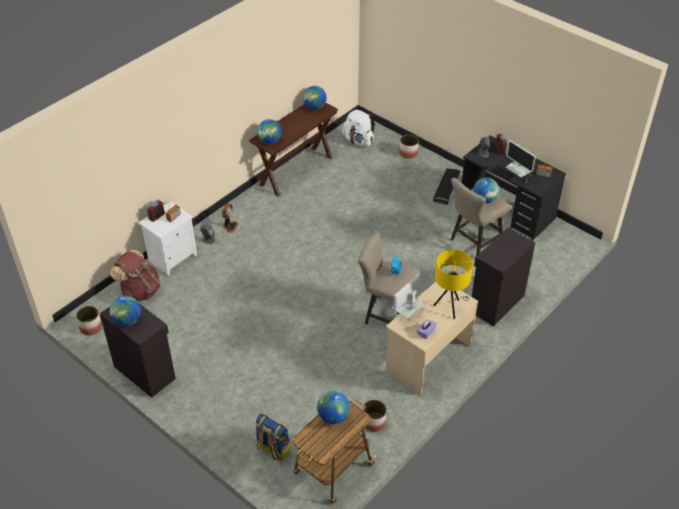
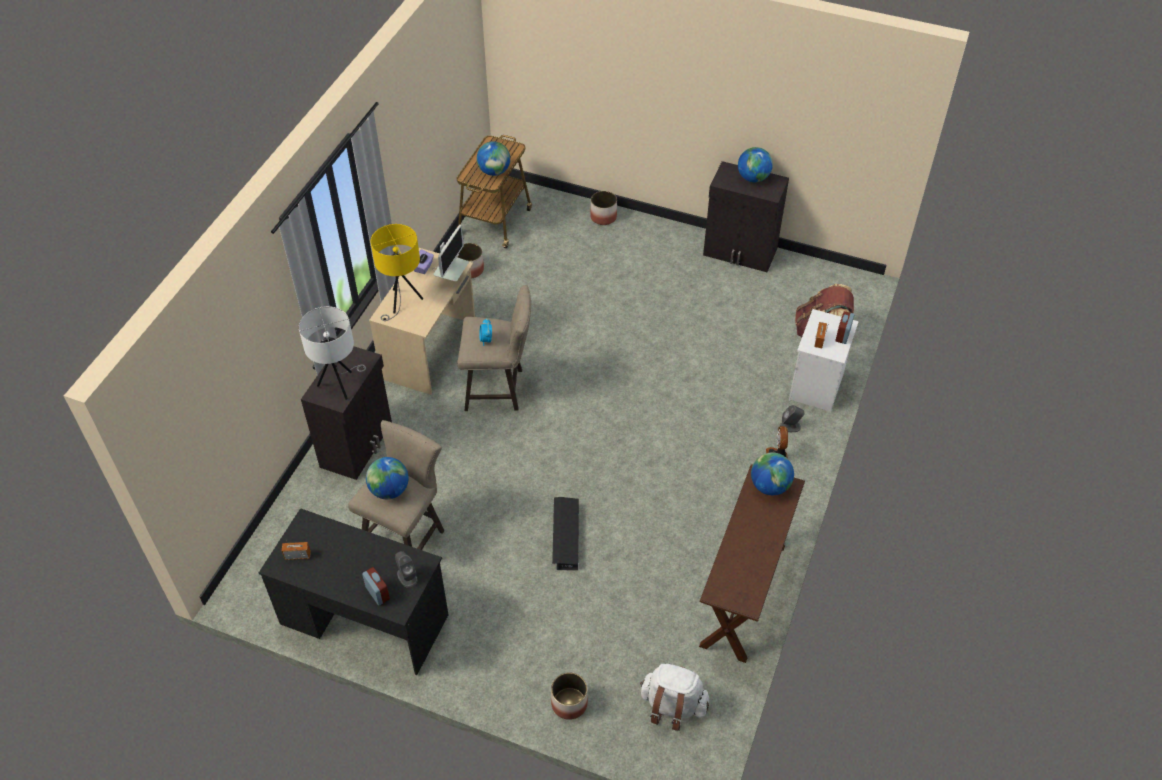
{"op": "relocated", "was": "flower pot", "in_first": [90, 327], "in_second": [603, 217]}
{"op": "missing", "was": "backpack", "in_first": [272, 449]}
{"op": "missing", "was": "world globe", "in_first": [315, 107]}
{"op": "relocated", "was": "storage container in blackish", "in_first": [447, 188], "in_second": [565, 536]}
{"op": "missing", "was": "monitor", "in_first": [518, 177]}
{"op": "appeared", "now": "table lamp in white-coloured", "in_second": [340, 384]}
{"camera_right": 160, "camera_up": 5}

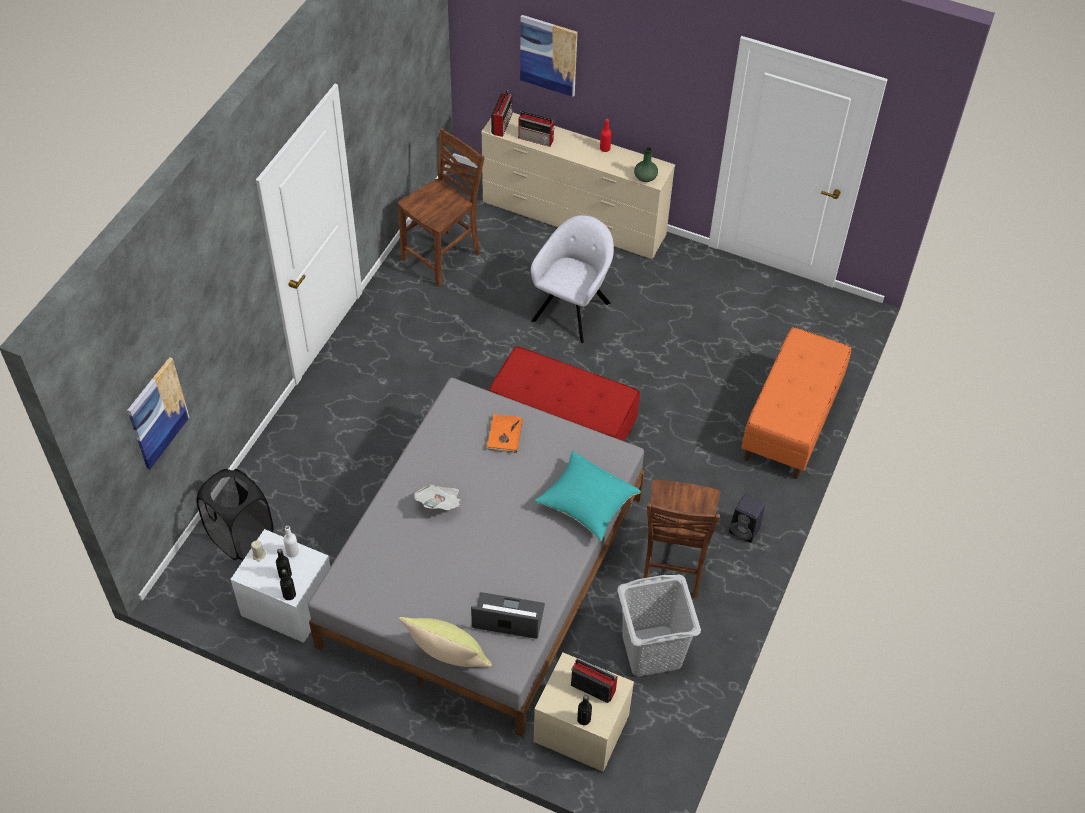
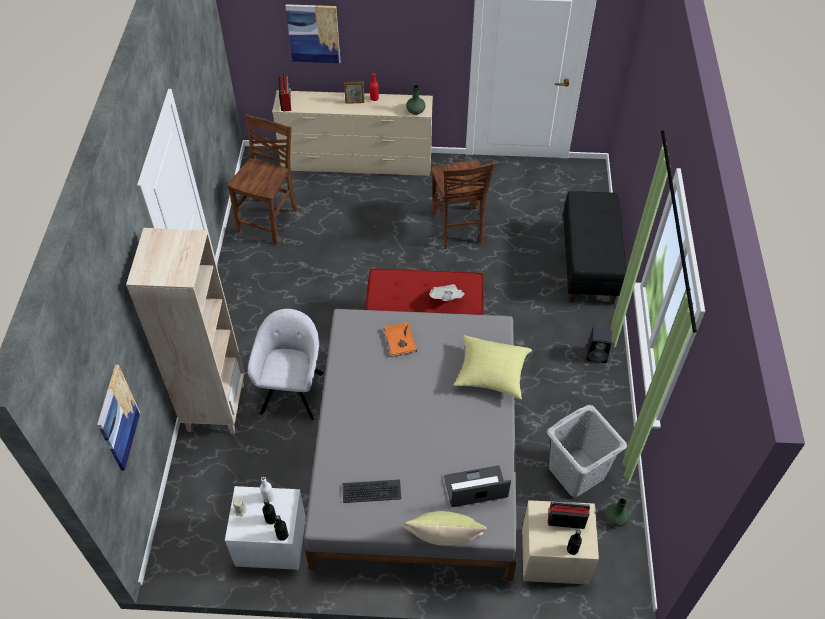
{"op": "missing", "was": "hamper in blackish", "in_first": [241, 537]}
{"op": "relocated", "was": "printed paper", "in_first": [440, 504], "in_second": [447, 298]}
{"op": "missing", "was": "radio set", "in_first": [537, 139]}
{"op": "relocated", "was": "easy chair in grey", "in_first": [572, 309], "in_second": [292, 390]}
{"op": "colour", "was": "cushion in blue-green", "now": "cushion in yellow-coloured", "in_first": [585, 504], "in_second": [490, 374]}
{"op": "relocated", "was": "plain chair in brown", "in_first": [673, 565], "in_second": [458, 229]}
{"op": "colour", "was": "bench in orange", "now": "bench in blackish", "in_first": [791, 422], "in_second": [589, 264]}
{"op": "appeared", "now": "bookshelf in beige-coloured", "in_second": [215, 407]}
{"op": "appeared", "now": "PC keyboard", "in_second": [371, 492]}
{"op": "appeared", "now": "picture frame", "in_second": [355, 102]}
{"op": "appeared", "now": "flower vase in green", "in_second": [615, 518]}
{"camera_right": -20, "camera_up": 0}

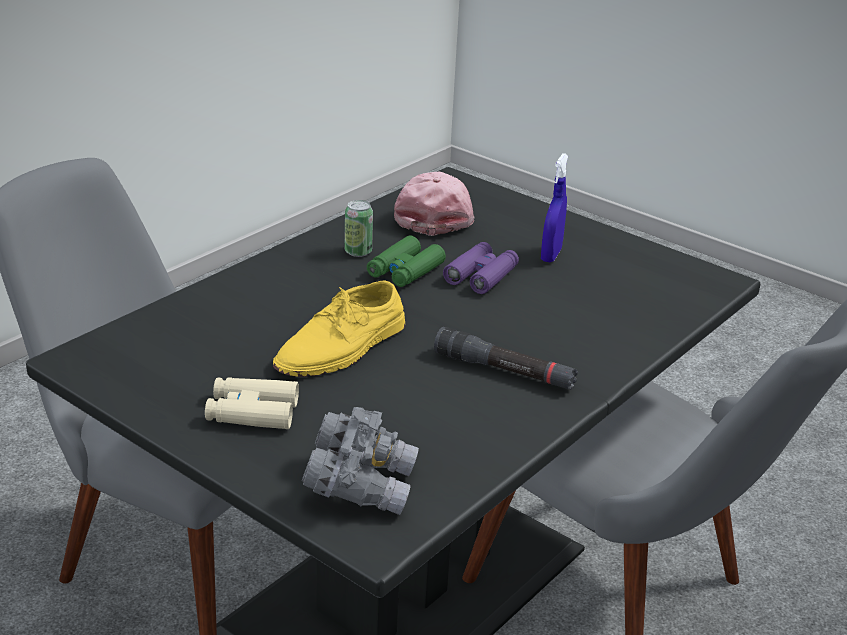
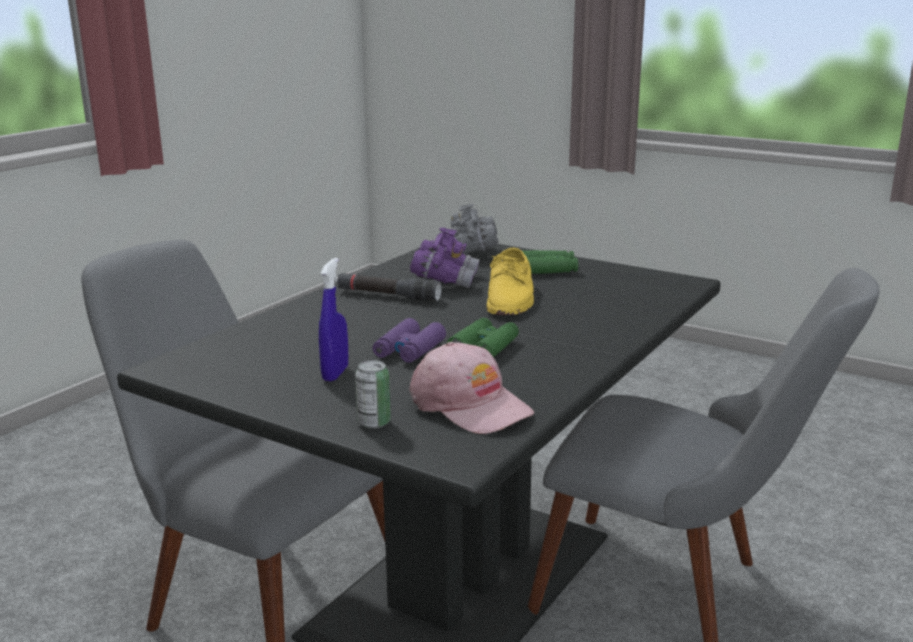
{"op": "colour", "was": "field glasses in beige-coloured", "now": "field glasses in green", "in_first": [252, 412], "in_second": [549, 269]}
{"op": "spun", "was": "low shoe in yellow-coloured", "in_first": [342, 348], "in_second": [511, 298], "clockwise": 150}
{"op": "relocated", "was": "sealed can", "in_first": [358, 252], "in_second": [374, 423]}
{"op": "spun", "was": "cap in pinkish", "in_first": [435, 215], "in_second": [470, 405], "clockwise": -45}
{"op": "appeared", "now": "field glasses in purplish", "in_second": [445, 280]}
{"camera_right": 175, "camera_up": -10}

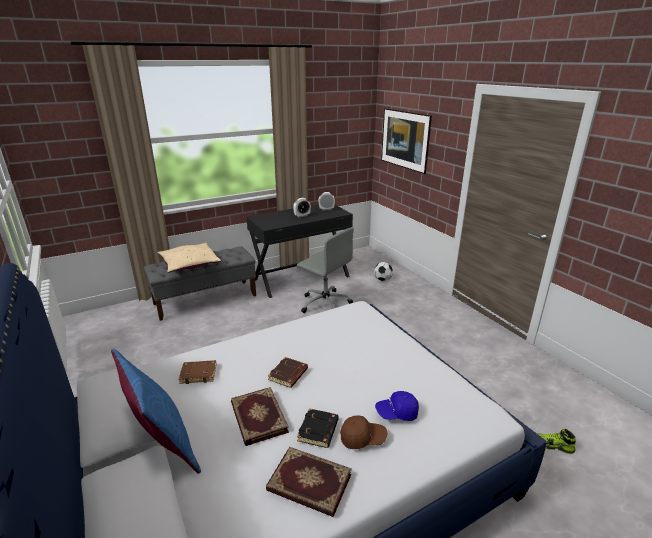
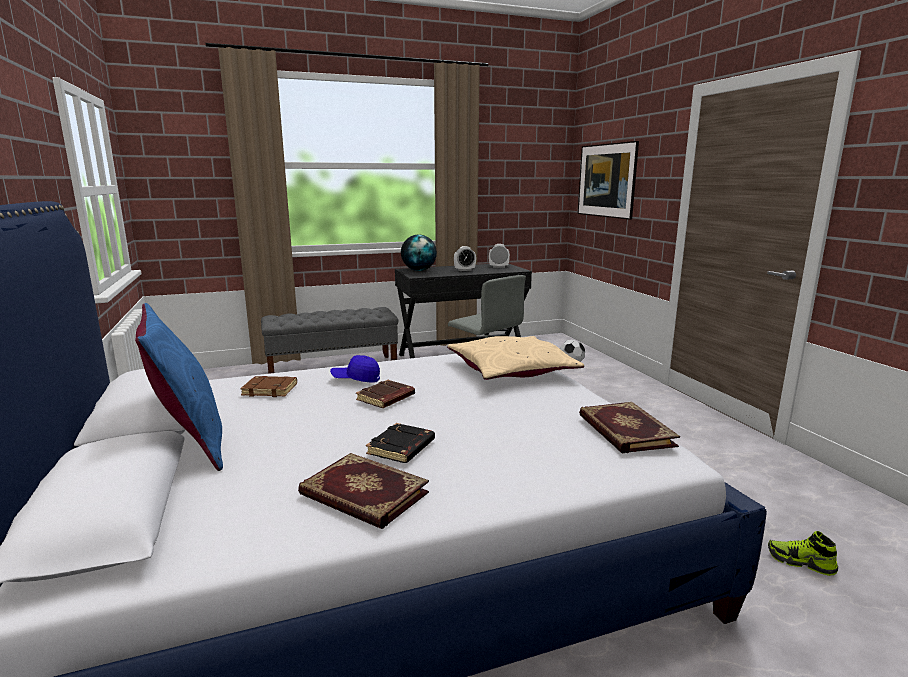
{"op": "relocated", "was": "cushion in beige-coloured", "in_first": [189, 263], "in_second": [511, 370]}
{"op": "relocated", "was": "volume", "in_first": [257, 417], "in_second": [624, 430]}
{"op": "missing", "was": "cap in brown", "in_first": [362, 438]}
{"op": "relocated", "was": "cap in bluish", "in_first": [396, 413], "in_second": [356, 379]}
{"op": "appeared", "now": "world globe", "in_second": [419, 270]}
{"camera_right": 10, "camera_up": -10}

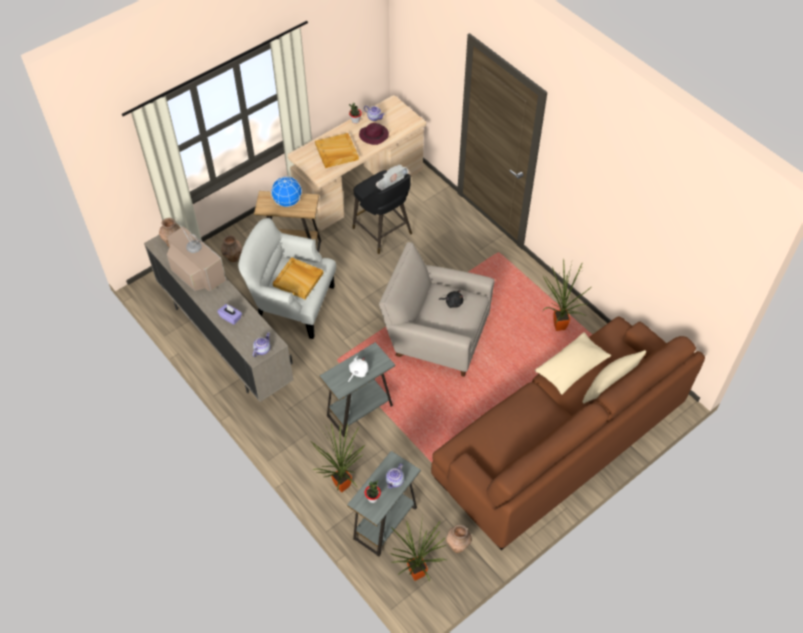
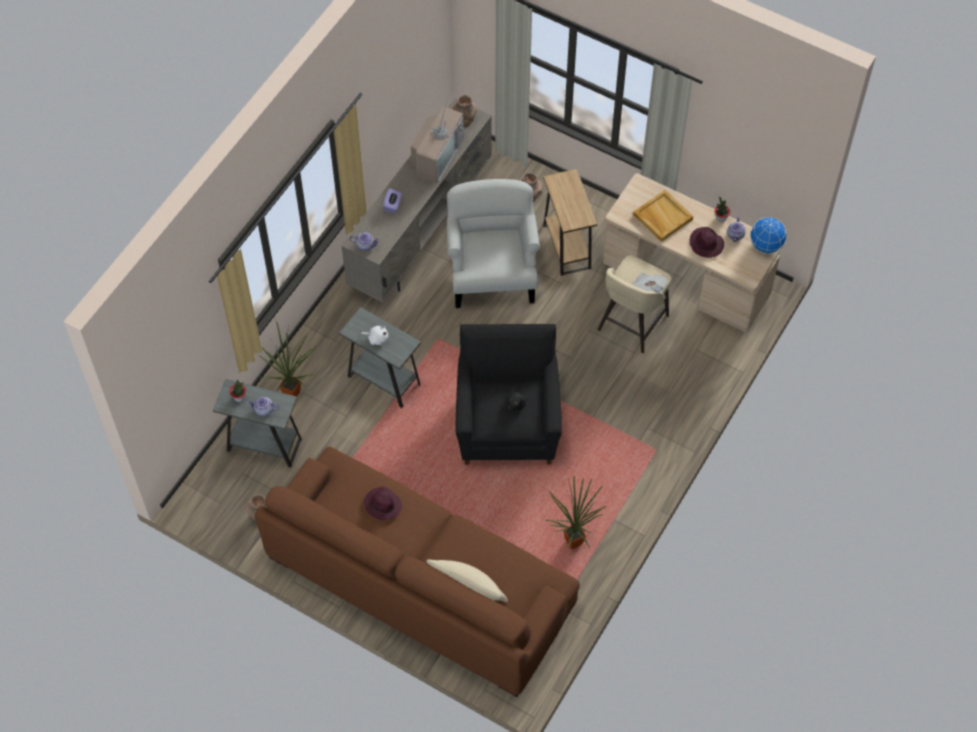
{"op": "relocated", "was": "world globe", "in_first": [287, 202], "in_second": [765, 245]}
{"op": "missing", "was": "carrying tray in beige-coloured", "in_first": [298, 279]}
{"op": "colour", "was": "stool seat in blackish", "now": "stool seat in beige-coloured", "in_first": [383, 232], "in_second": [631, 324]}
{"op": "colour", "was": "easy chair in beige-coloured", "now": "easy chair in blackish", "in_first": [435, 336], "in_second": [507, 421]}
{"op": "missing", "was": "plant in a pot", "in_first": [417, 576]}
{"op": "missing", "was": "cushion in beige-coloured", "in_first": [571, 368]}
{"op": "appeared", "now": "wearable hat in purplish", "in_second": [382, 505]}
{"camera_right": 70, "camera_up": 5}

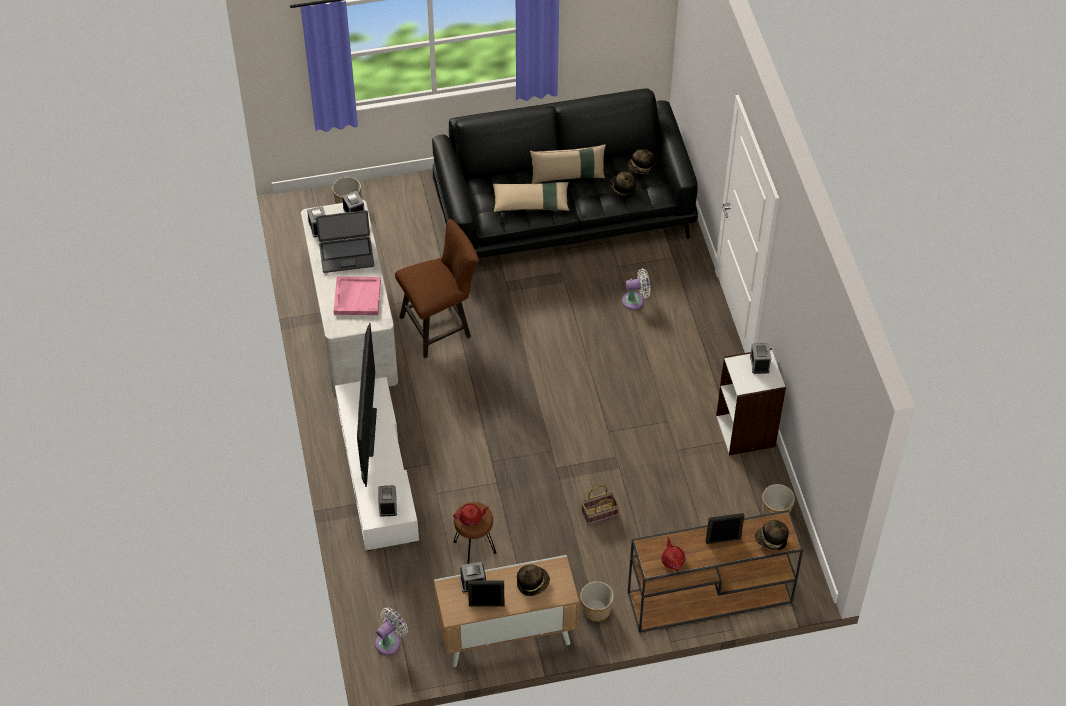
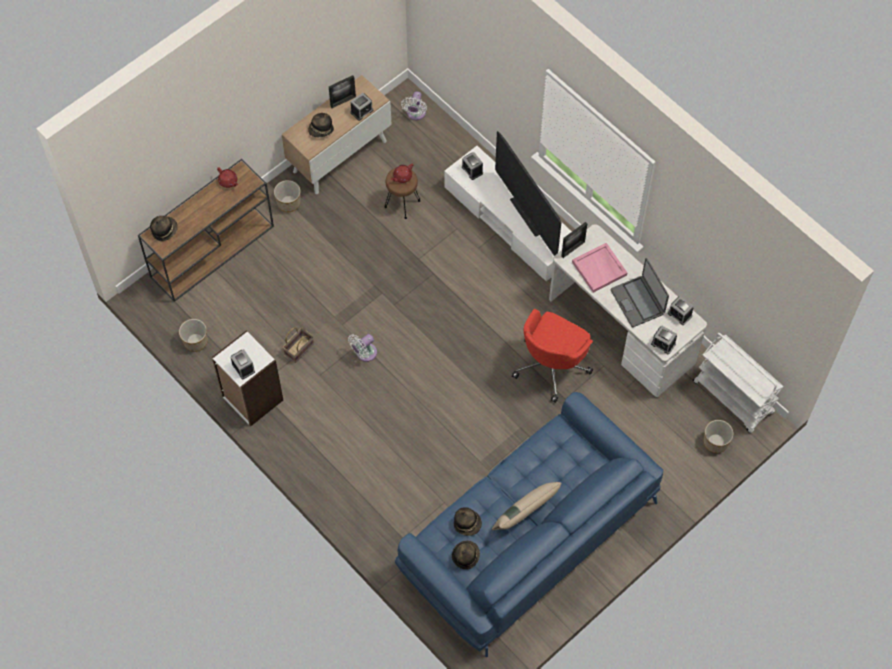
{"op": "spun", "was": "laptop", "in_first": [346, 254], "in_second": [638, 301], "clockwise": -75}
{"op": "exchanged", "was": "stool seat in brown", "now": "computer chair in red", "in_first": [440, 326], "in_second": [552, 365]}
{"op": "colour", "was": "settee in blackish", "now": "settee in bluish", "in_first": [564, 211], "in_second": [527, 536]}
{"op": "missing", "was": "cushion in beige-coloured", "in_first": [531, 202]}
{"op": "relocated", "was": "storage basket", "in_first": [599, 514], "in_second": [299, 348]}
{"op": "relocated", "was": "cooling fan in white-coloured", "in_first": [635, 300], "in_second": [364, 353]}
{"op": "relocated", "was": "picture frame", "in_first": [723, 540], "in_second": [573, 249]}
{"op": "appeared", "now": "wheeled cart in white-coloured", "in_second": [733, 397]}
{"camera_right": 150, "camera_up": 10}

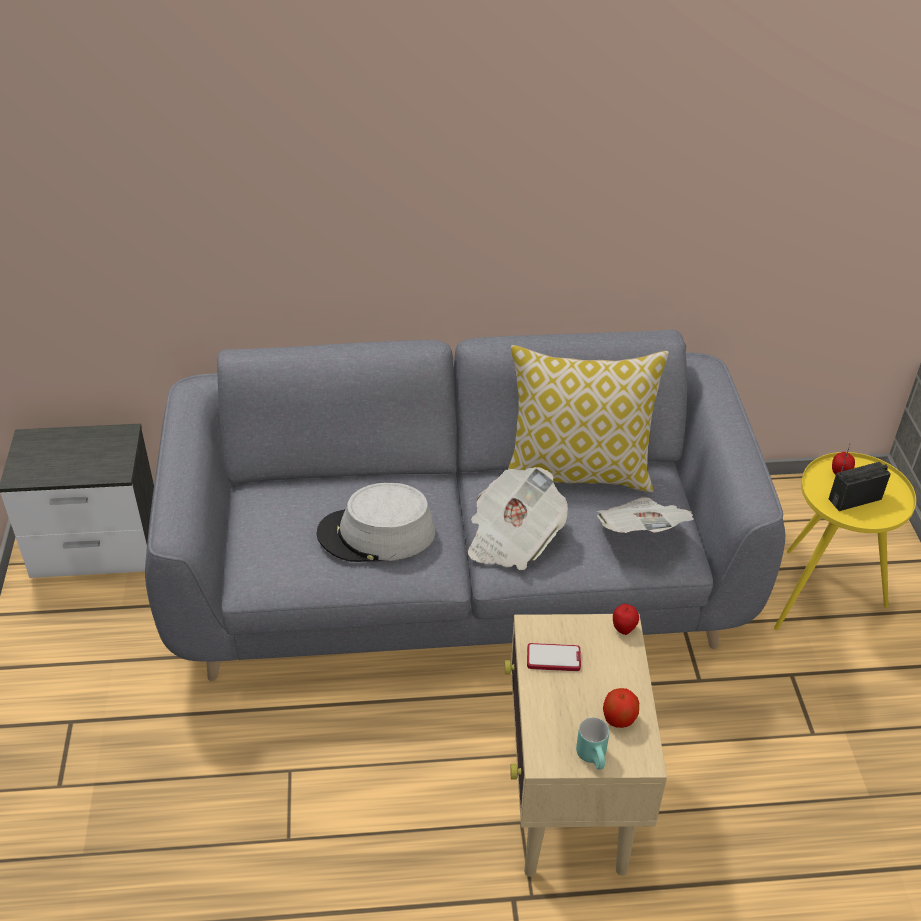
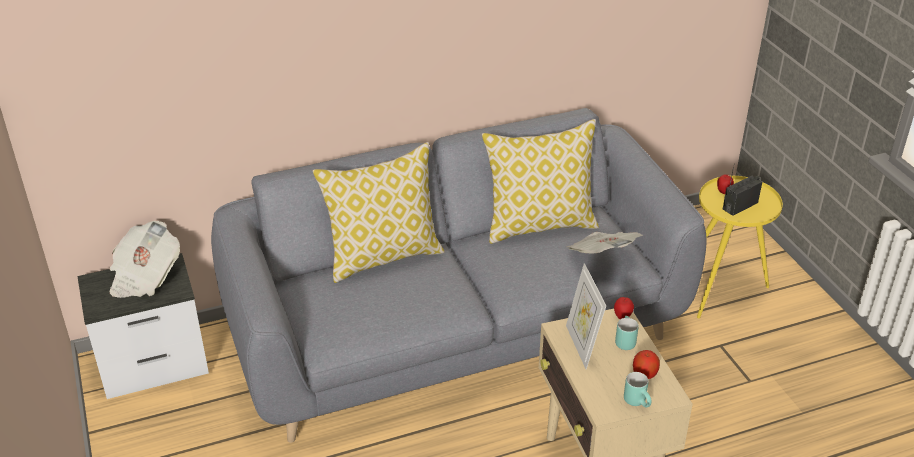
{"op": "missing", "was": "wearable hat in grey", "in_first": [376, 534]}
{"op": "relocated", "was": "printed paper", "in_first": [512, 538], "in_second": [144, 277]}
{"op": "exchanged", "was": "handset", "now": "picture frame", "in_first": [553, 658], "in_second": [582, 346]}
{"op": "appeared", "now": "cushion", "in_second": [383, 256]}
{"op": "appeared", "now": "coffee mug in blue-green", "in_second": [623, 340]}
{"camera_right": -15, "camera_up": -5}

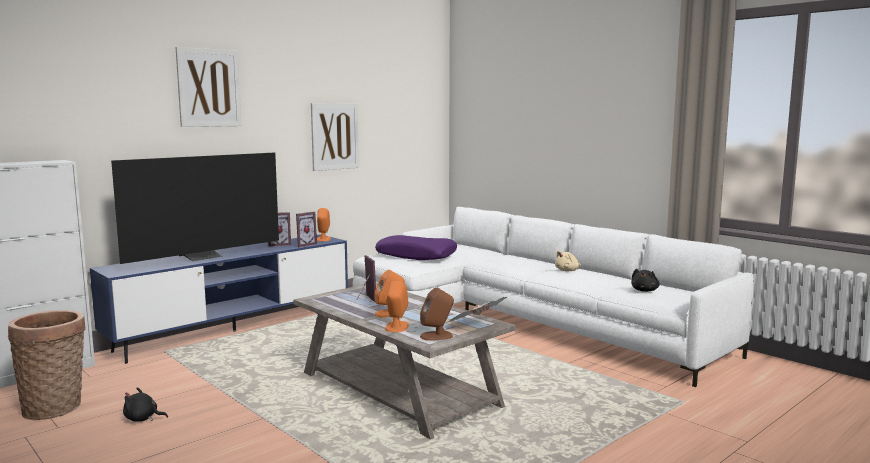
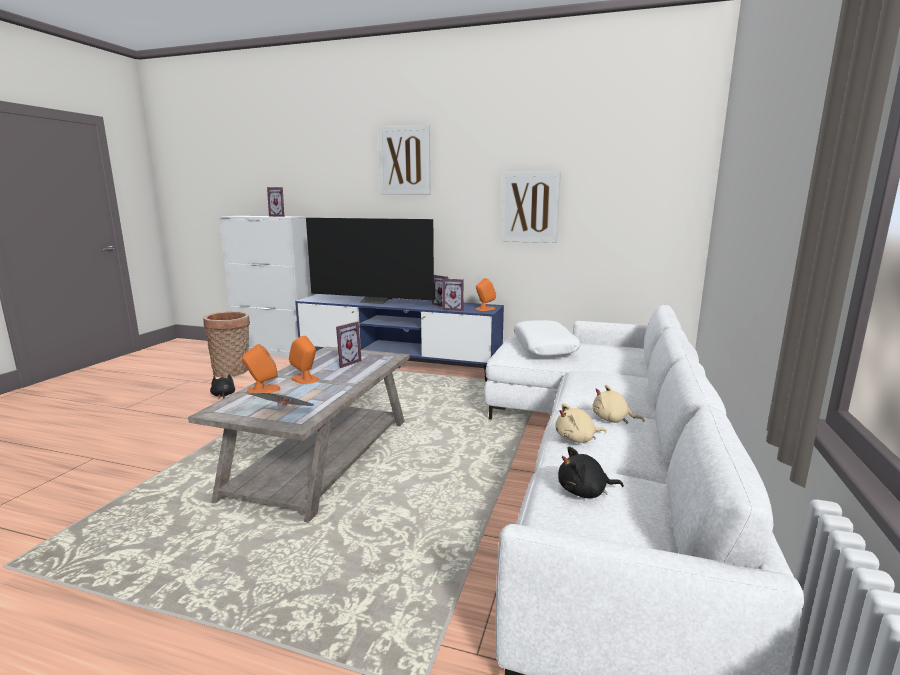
{"op": "colour", "was": "cushion in purplish", "now": "cushion in white-coloured", "in_first": [416, 256], "in_second": [544, 347]}
{"op": "missing", "was": "speaker in brown", "in_first": [437, 336]}
{"op": "appeared", "now": "picture frame", "in_second": [280, 216]}
{"op": "appeared", "now": "cuddly toy in beige-coloured", "in_second": [577, 439]}
{"camera_right": 60, "camera_up": 5}

